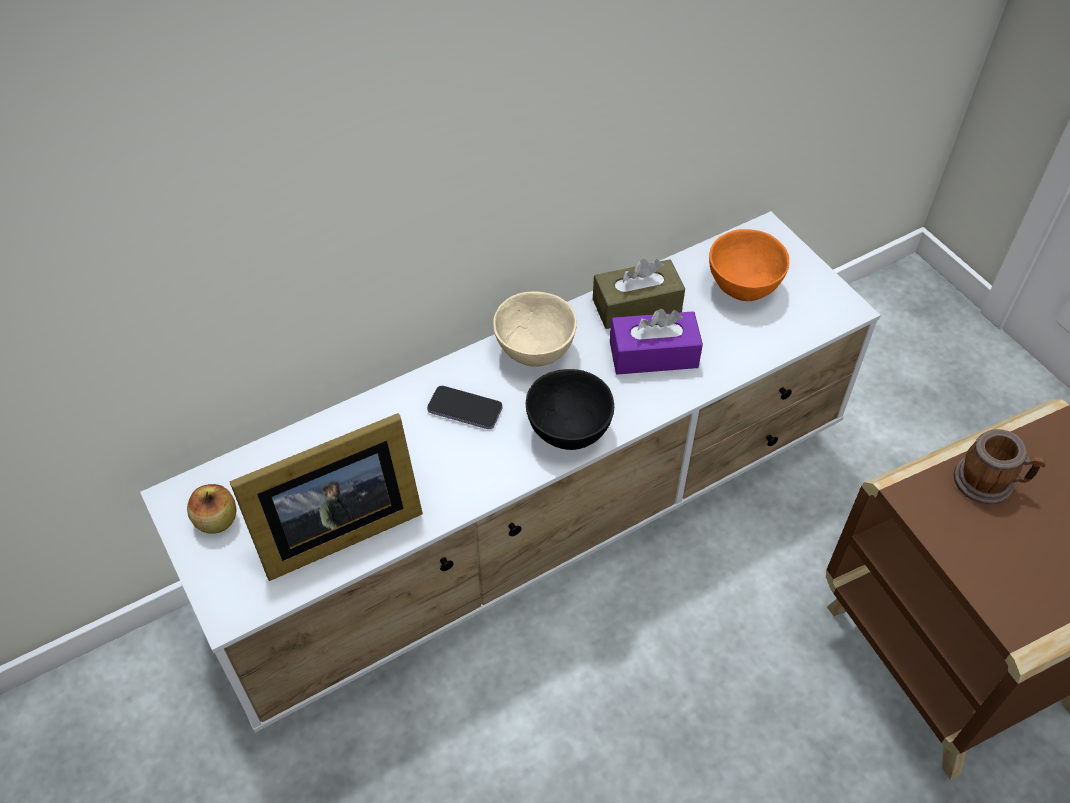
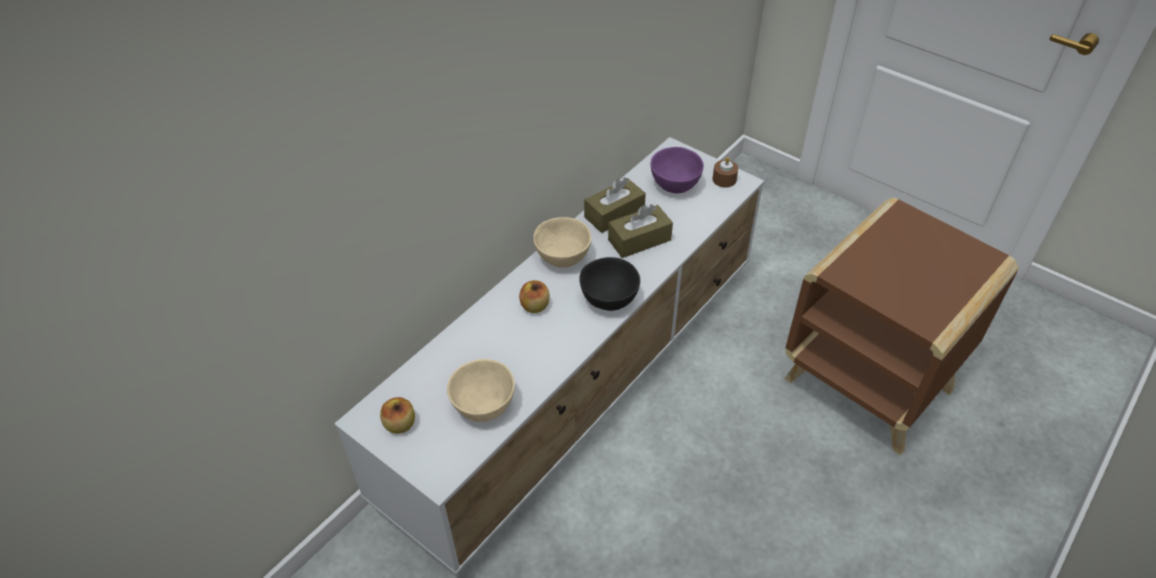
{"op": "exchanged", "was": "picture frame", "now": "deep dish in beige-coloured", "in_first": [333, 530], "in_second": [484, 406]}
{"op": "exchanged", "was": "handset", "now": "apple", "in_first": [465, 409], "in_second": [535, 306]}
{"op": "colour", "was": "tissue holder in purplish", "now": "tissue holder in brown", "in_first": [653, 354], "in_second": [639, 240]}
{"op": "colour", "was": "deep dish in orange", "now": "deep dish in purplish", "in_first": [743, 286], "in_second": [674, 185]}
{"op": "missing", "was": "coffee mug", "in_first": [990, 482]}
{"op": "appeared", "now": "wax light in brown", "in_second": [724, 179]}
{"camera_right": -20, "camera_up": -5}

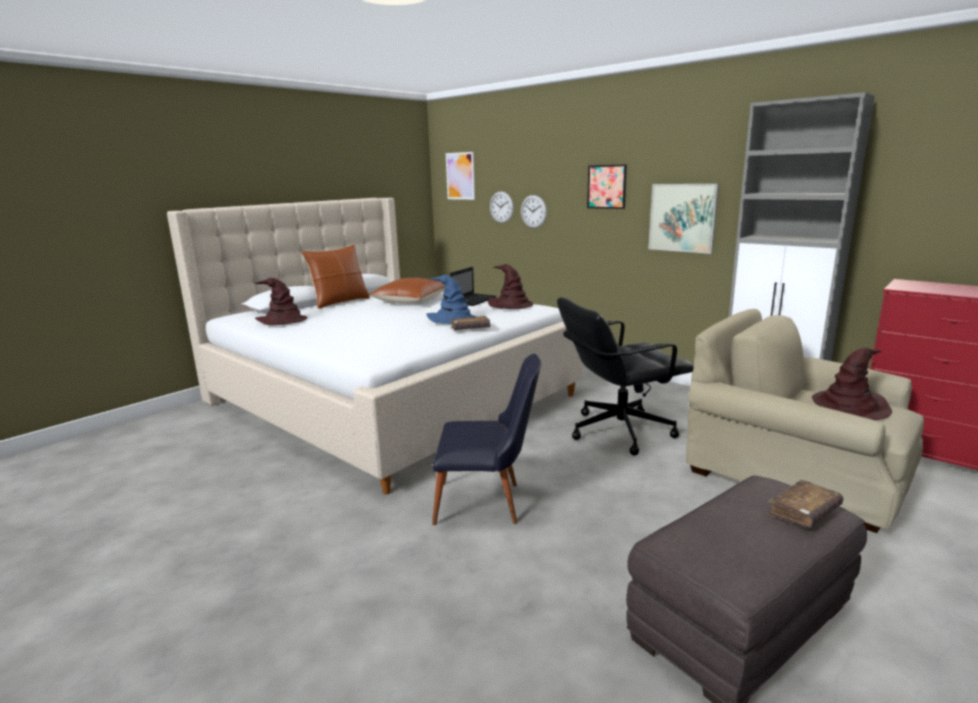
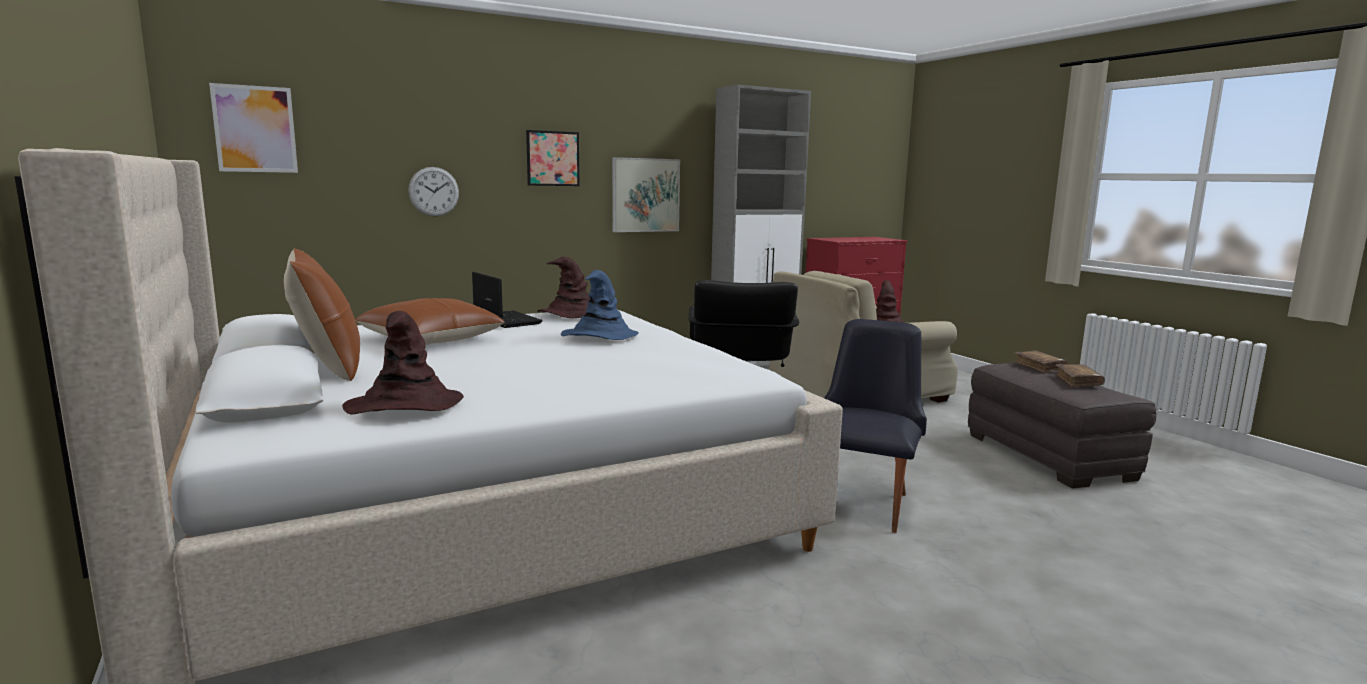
{"op": "relocated", "was": "volume in brown", "in_first": [470, 329], "in_second": [1077, 382]}
{"op": "missing", "was": "clock on the wall", "in_first": [501, 207]}
{"camera_right": -70, "camera_up": -5}

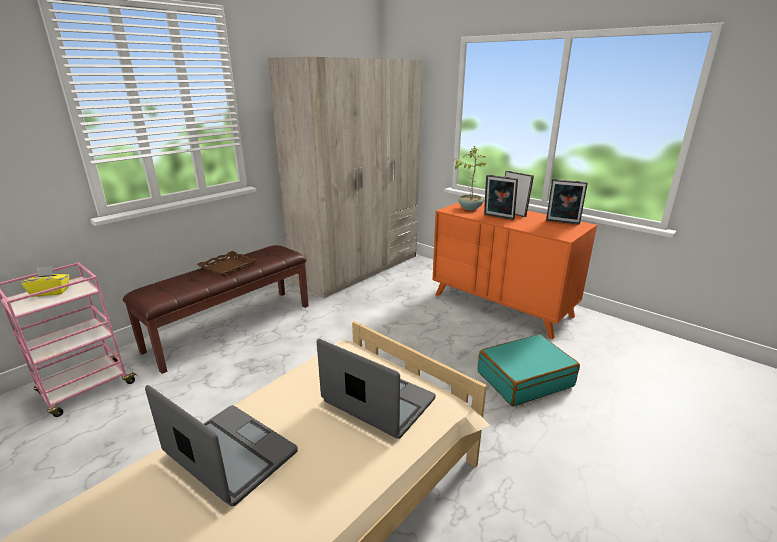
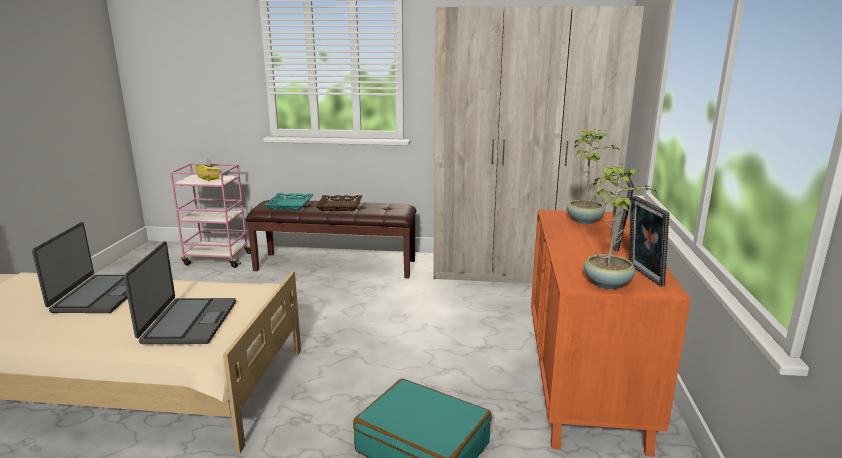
{"op": "missing", "was": "picture frame", "in_first": [498, 217]}
{"op": "appeared", "now": "carrying tray in blue-green", "in_second": [290, 204]}
{"op": "appeared", "now": "plant in a pot", "in_second": [608, 283]}
{"camera_right": 55, "camera_up": -5}

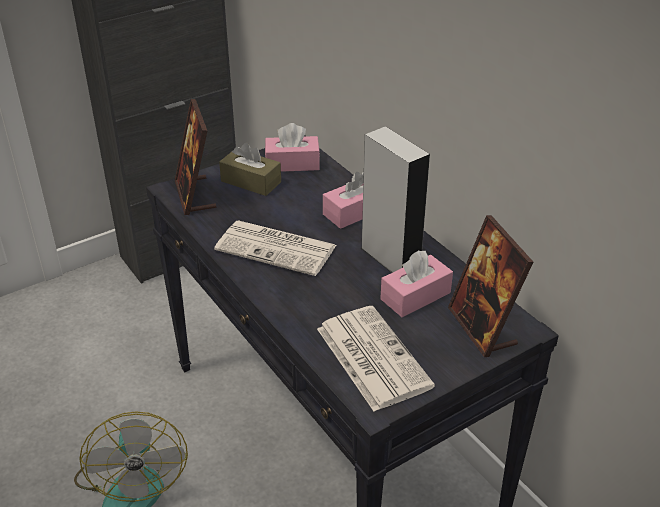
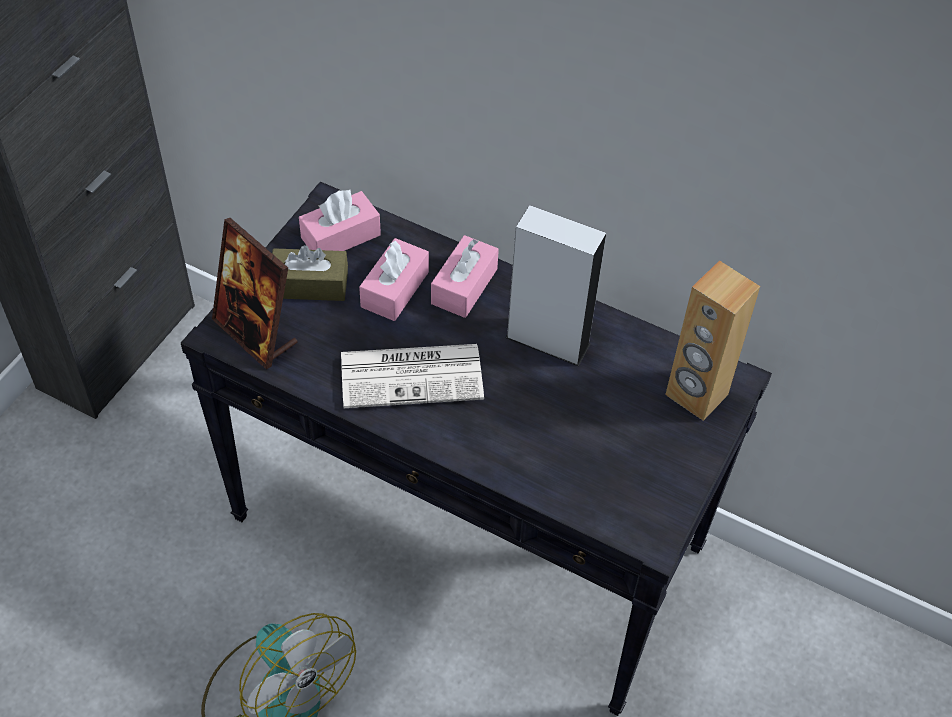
{"op": "missing", "was": "printed paper", "in_first": [371, 357]}
{"op": "relocated", "was": "tissue holder in pinkish", "in_first": [415, 296], "in_second": [395, 289]}
{"op": "exchanged", "was": "picture frame", "now": "speaker in brown", "in_first": [482, 328], "in_second": [696, 395]}
{"camera_right": -30, "camera_up": 15}

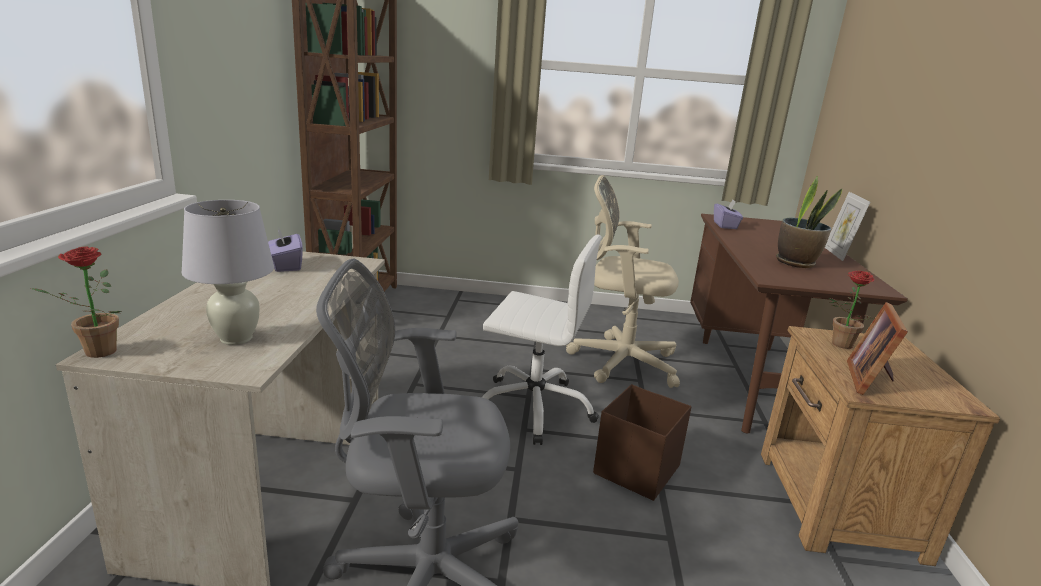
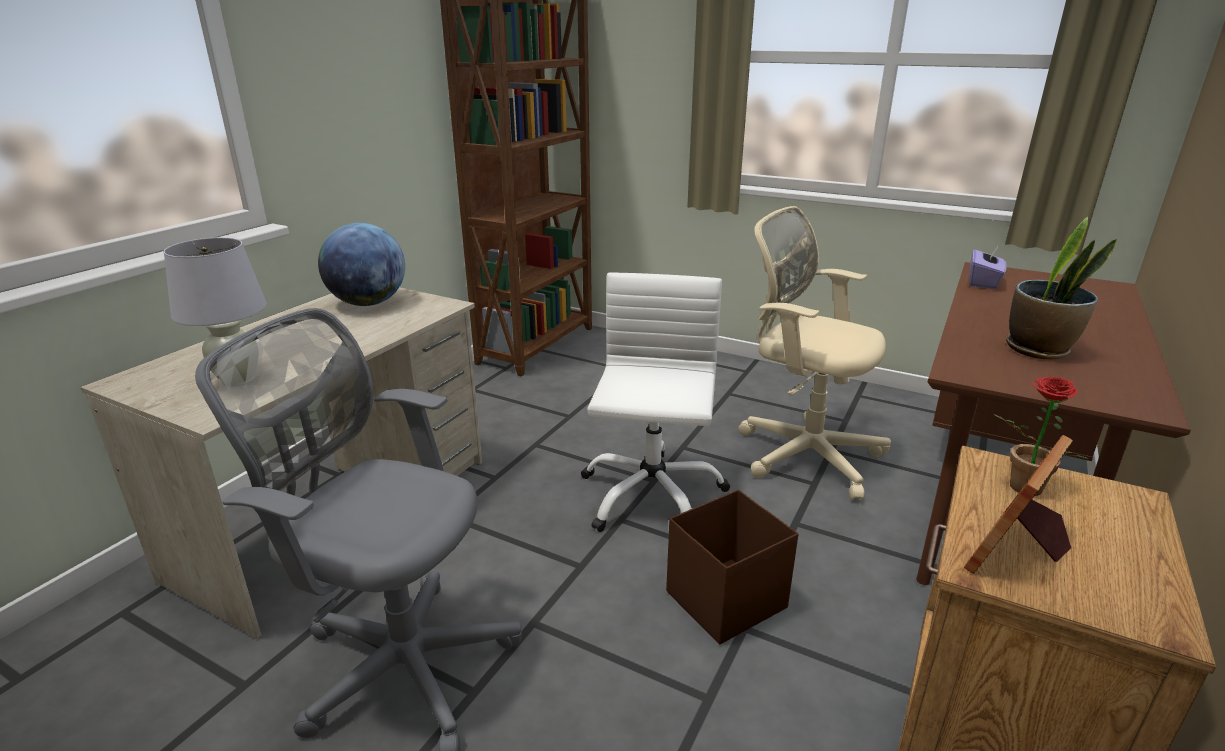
{"op": "missing", "was": "plant in a pot", "in_first": [94, 353]}
{"op": "exchanged", "was": "tissue holder in purplish", "now": "world globe", "in_first": [286, 265], "in_second": [368, 303]}
{"op": "spun", "was": "computer chair in white-coloured", "in_first": [534, 407], "in_second": [651, 495], "clockwise": -120}
{"op": "missing", "was": "picture frame", "in_first": [838, 254]}
{"camera_right": 25, "camera_up": 5}

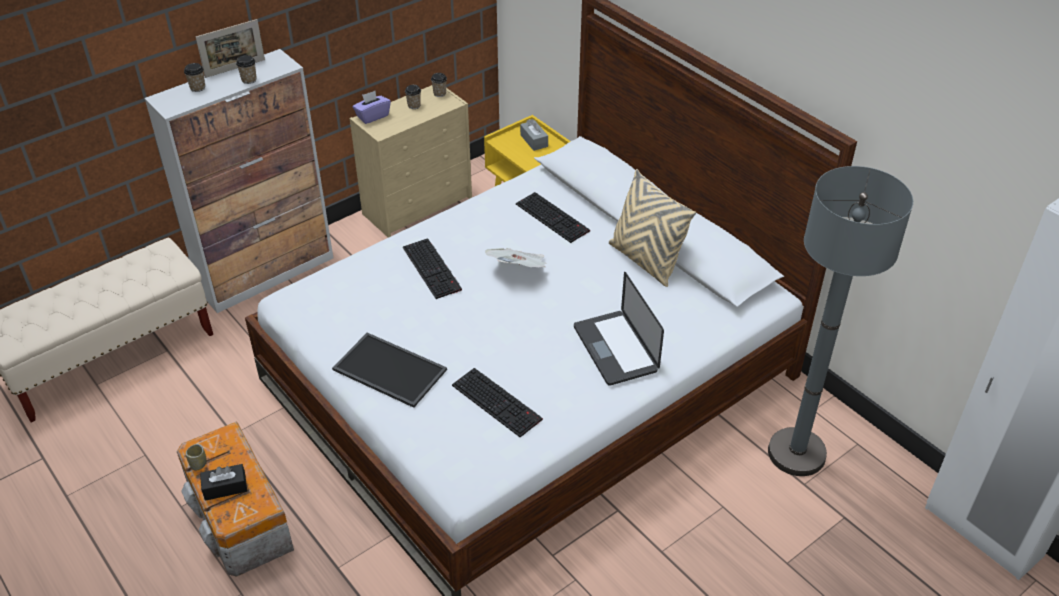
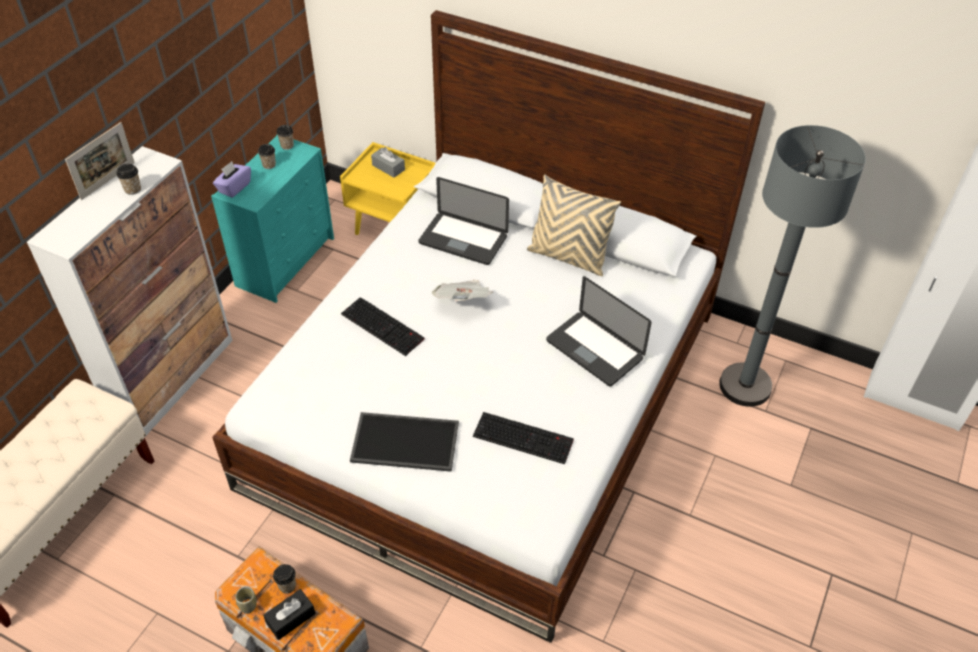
{"op": "relocated", "was": "cup", "in_first": [198, 88], "in_second": [287, 586]}
{"op": "colour", "was": "drawer chest in beige-coloured", "now": "drawer chest in blue-green", "in_first": [418, 205], "in_second": [286, 261]}
{"op": "exchanged", "was": "PC keyboard", "now": "laptop", "in_first": [554, 217], "in_second": [463, 240]}
{"camera_right": -25, "camera_up": 5}

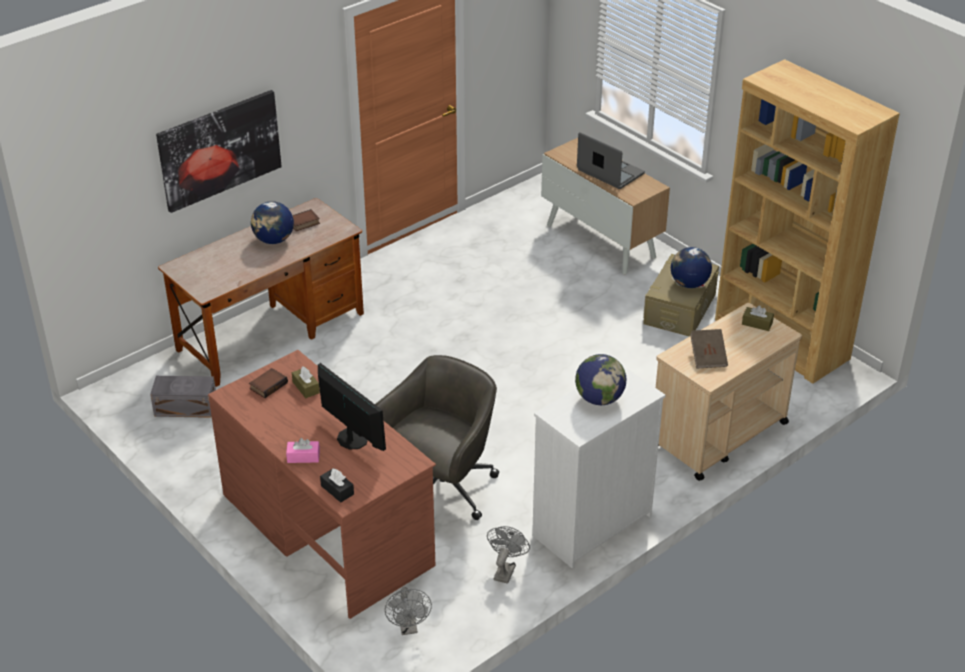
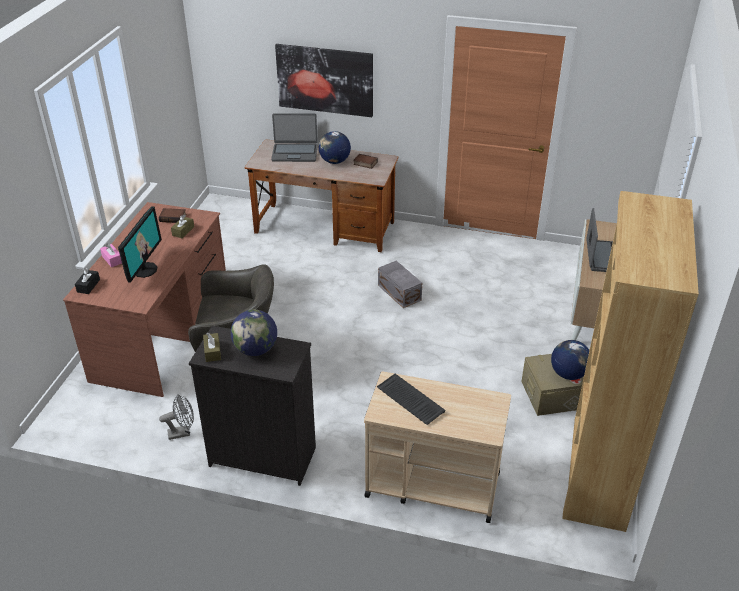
{"op": "relocated", "was": "storage container in grey", "in_first": [185, 406], "in_second": [399, 292]}
{"op": "missing", "was": "cooling fan in grey", "in_first": [409, 628]}
{"op": "colour", "was": "drawer chest in white-coloured", "now": "drawer chest in blackish", "in_first": [590, 525], "in_second": [262, 456]}
{"op": "exchanged", "was": "volume in brown", "now": "PC keyboard", "in_first": [708, 357], "in_second": [409, 400]}
{"op": "relocated", "was": "tissue holder in brown", "in_first": [757, 323], "in_second": [212, 351]}
{"op": "appeared", "now": "laptop", "in_second": [295, 153]}
{"camera_right": 55, "camera_up": 0}

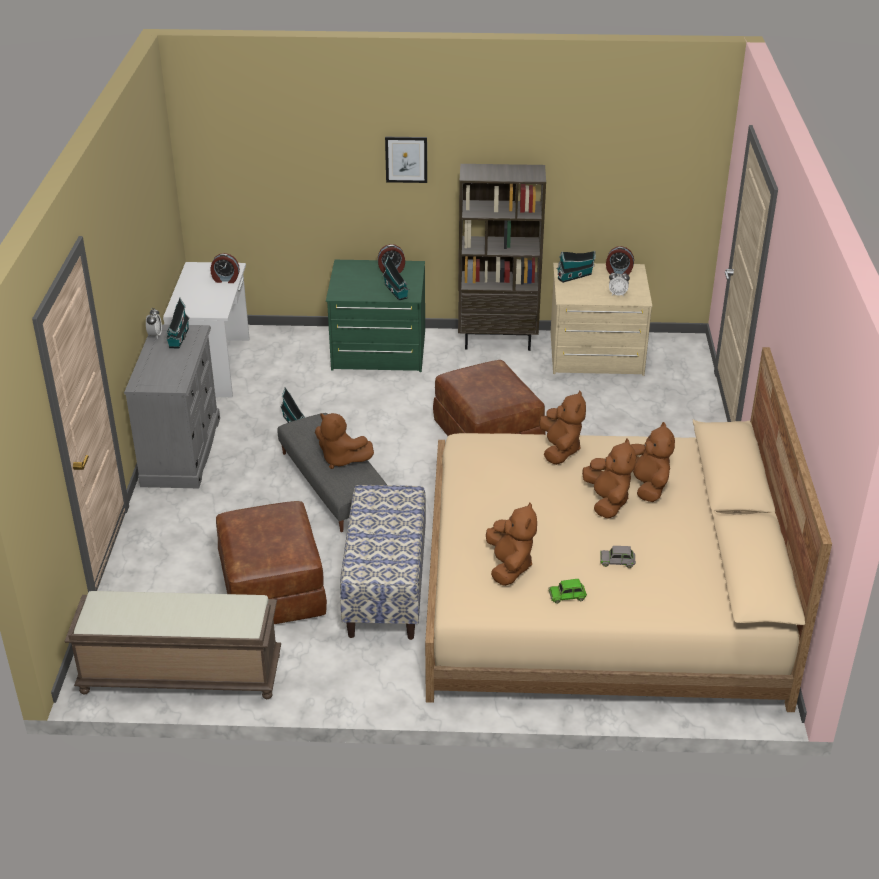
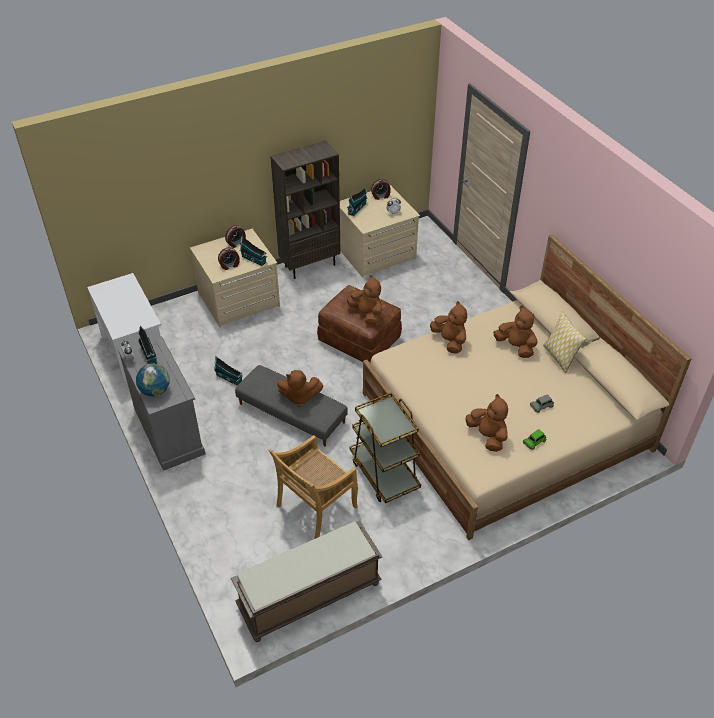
{"op": "relocated", "was": "table clock", "in_first": [225, 280], "in_second": [229, 265]}
{"op": "exchanged", "was": "footrest in brown", "now": "plain chair in beige-coloured", "in_first": [271, 590], "in_second": [315, 507]}
{"op": "colour", "was": "drawer chest in green", "now": "drawer chest in beige-coloured", "in_first": [379, 350], "in_second": [239, 300]}
{"op": "exchanged", "was": "bench", "now": "wheeled cart in brown", "in_first": [386, 588], "in_second": [384, 473]}
{"op": "missing", "was": "wall picture", "in_first": [406, 159]}
{"op": "relocated", "was": "cuddly toy in brown", "in_first": [607, 501], "in_second": [367, 314]}
{"op": "appeared", "now": "world globe", "in_second": [155, 391]}
{"op": "appeared", "now": "cushion", "in_second": [559, 357]}
{"camera_right": -30, "camera_up": 10}

